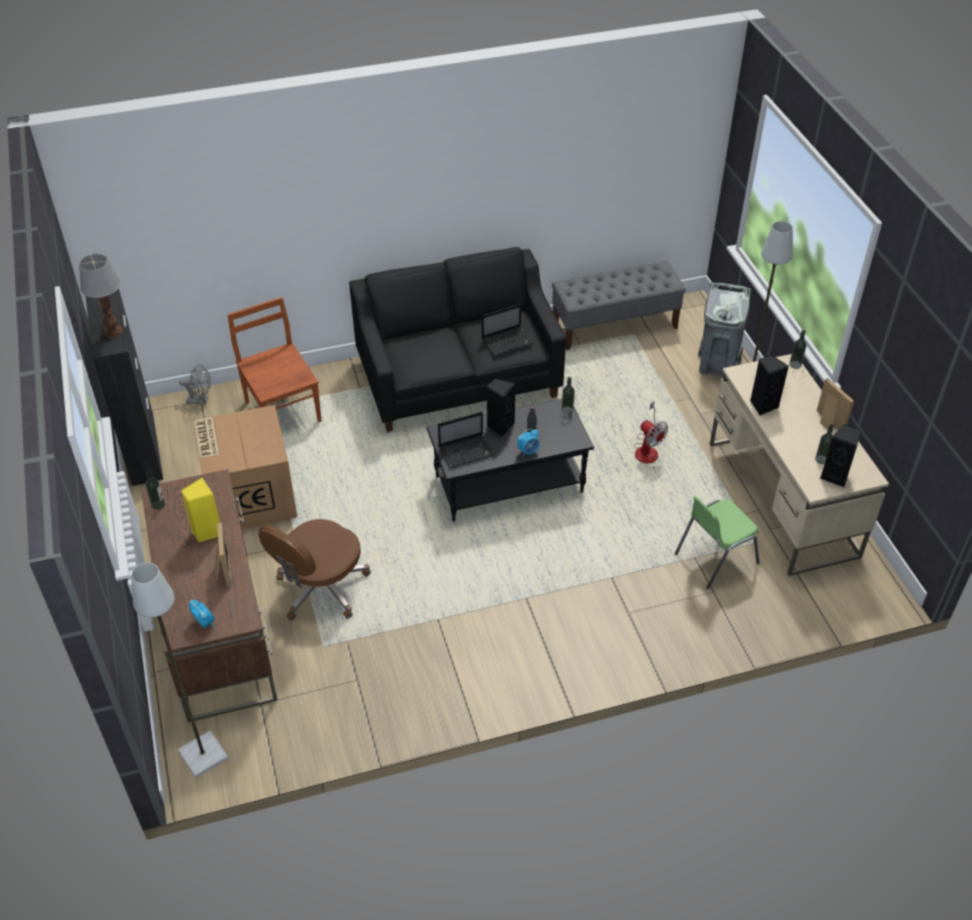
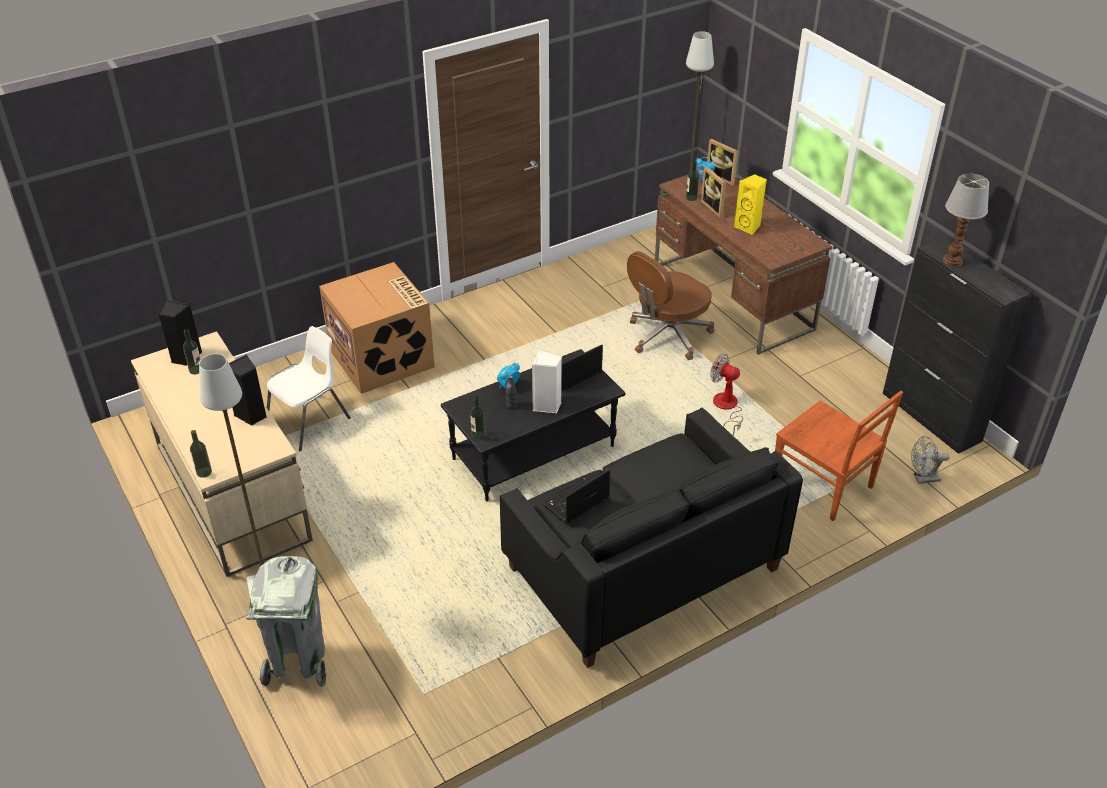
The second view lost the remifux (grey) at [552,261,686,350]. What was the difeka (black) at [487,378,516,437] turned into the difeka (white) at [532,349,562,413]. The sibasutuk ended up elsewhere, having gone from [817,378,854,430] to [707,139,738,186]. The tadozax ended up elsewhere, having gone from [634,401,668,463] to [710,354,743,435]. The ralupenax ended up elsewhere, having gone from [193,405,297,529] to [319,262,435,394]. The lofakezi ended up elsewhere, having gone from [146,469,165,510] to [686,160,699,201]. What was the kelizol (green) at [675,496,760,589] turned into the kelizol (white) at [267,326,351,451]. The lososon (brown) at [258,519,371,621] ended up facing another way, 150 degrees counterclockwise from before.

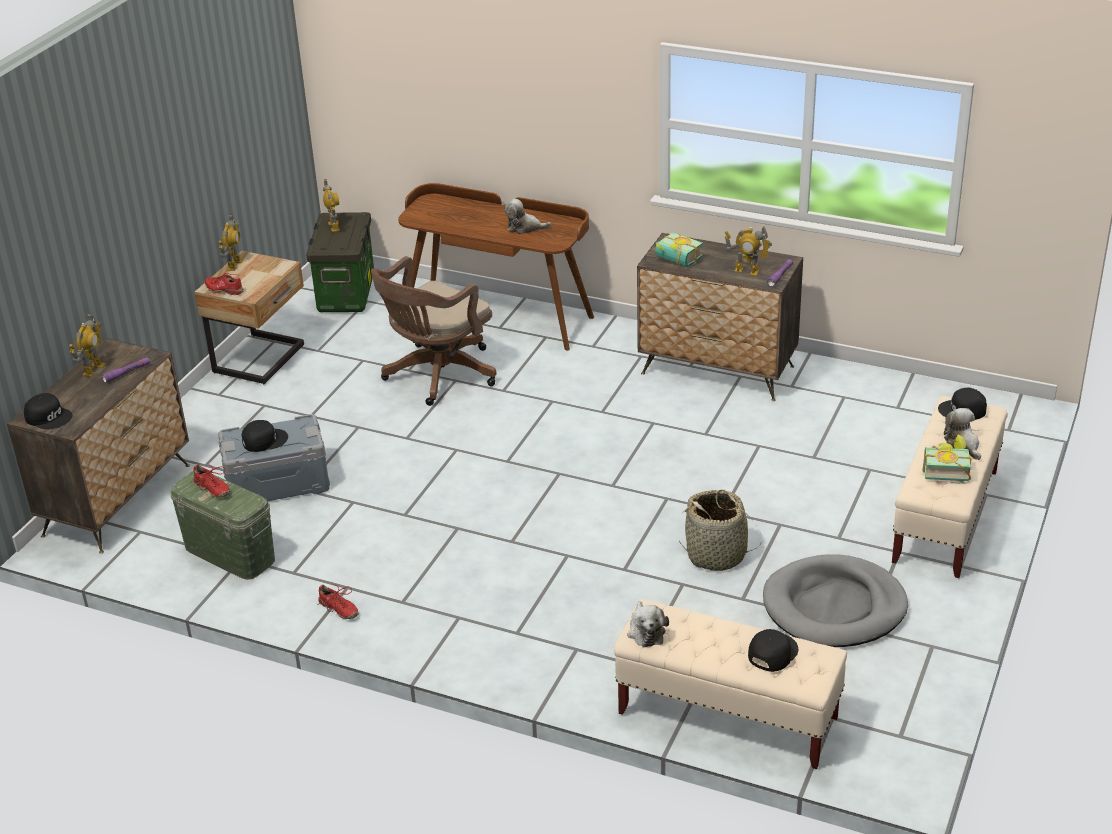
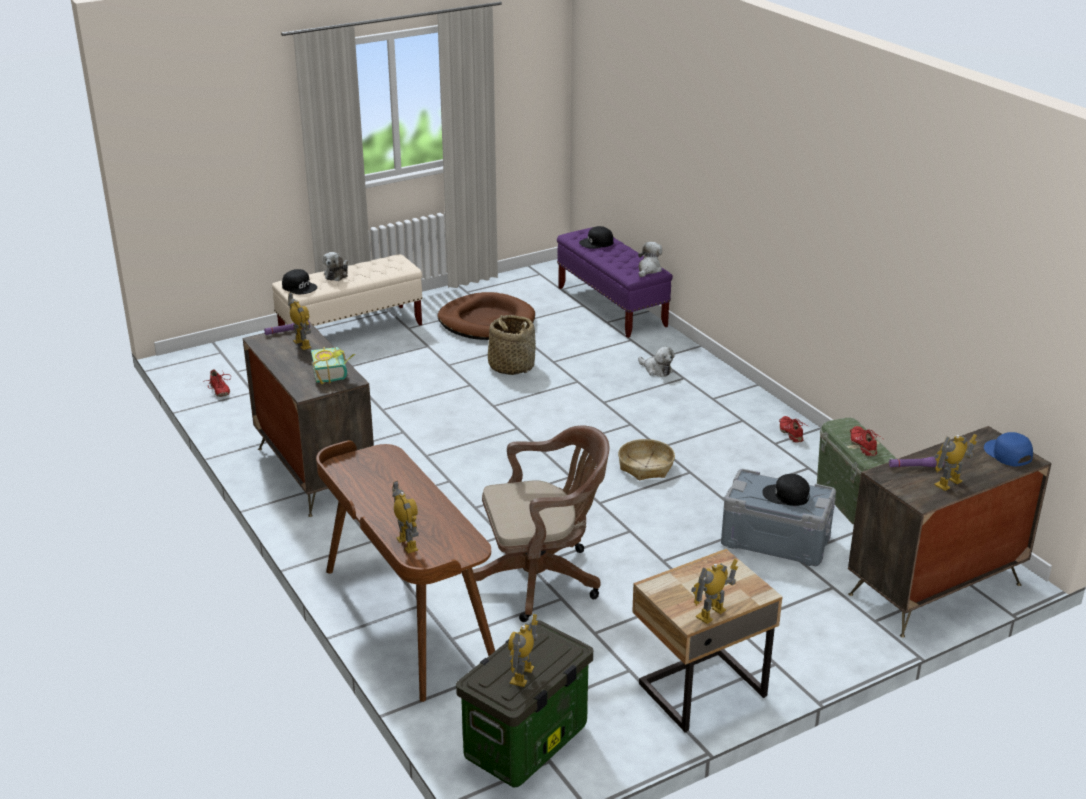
The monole ended up elsewhere, having gone from [504,199,551,235] to [638,346,675,377]. The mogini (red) ended up elsewhere, having gone from [205,273,244,295] to [203,369,231,397]. What was the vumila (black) at [24,393,72,430] turned into the vumila (blue) at [984,432,1033,466]. The second view lost the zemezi at [922,434,971,481]. What was the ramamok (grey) at [763,554,908,647] turned into the ramamok (brown) at [437,292,535,340]. What was the remifux (beige) at [614,599,847,769] turned into the remifux (purple) at [557,227,673,338]. The second view gained the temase at [618,439,675,480]. The second view gained the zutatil at [392,481,419,553].

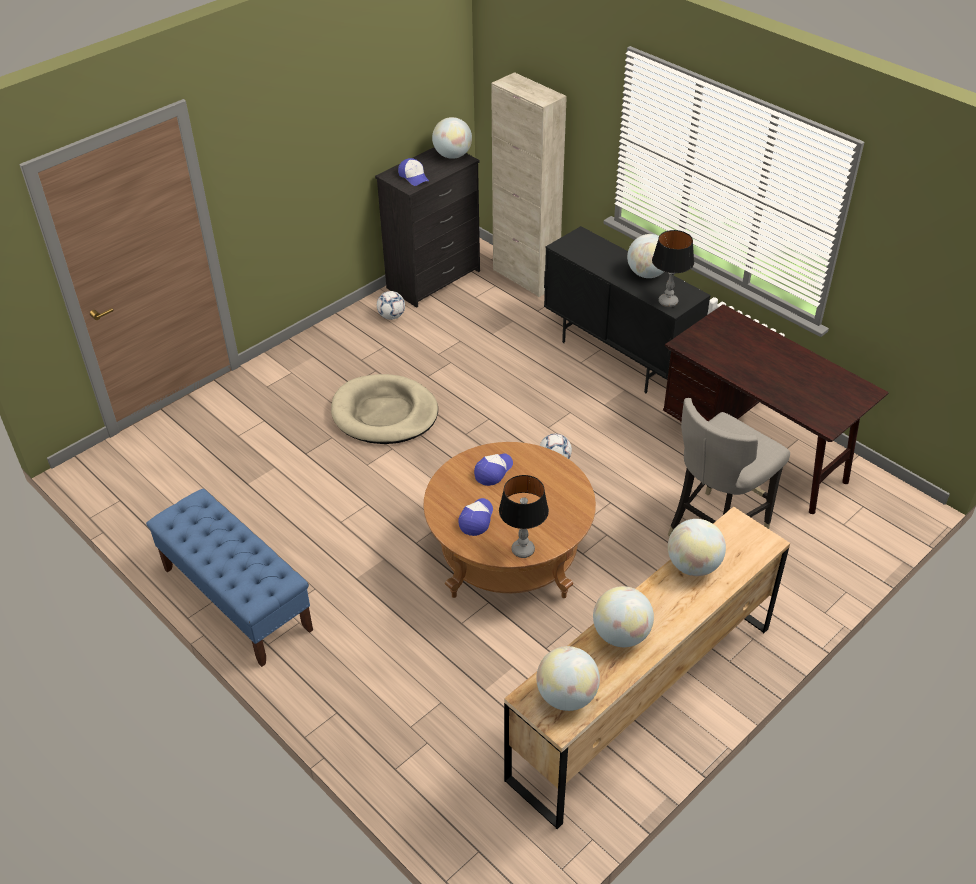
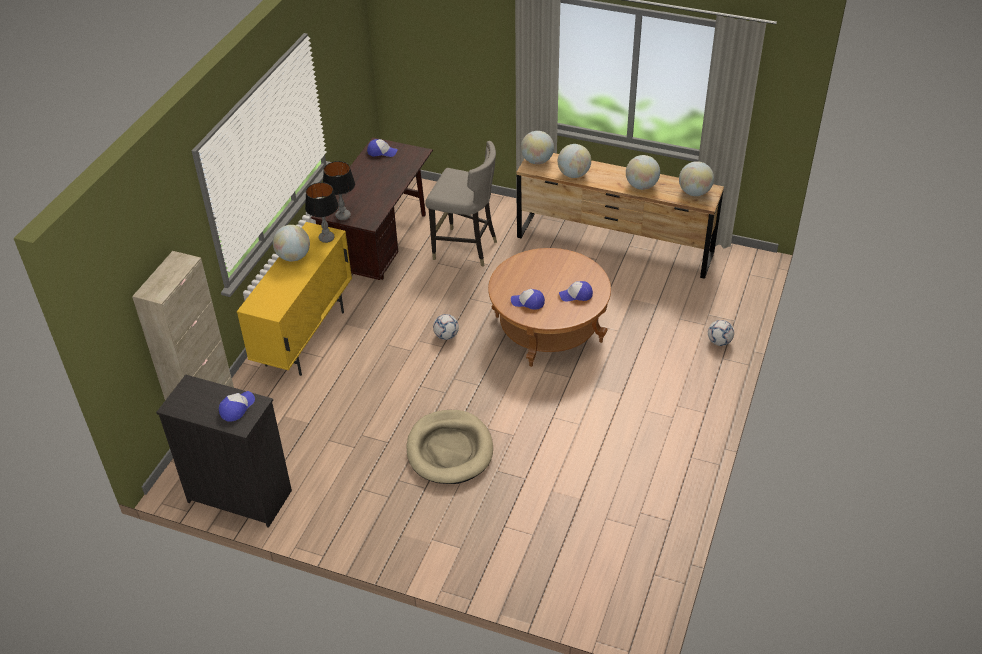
The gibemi ended up elsewhere, having gone from [432,117,472,159] to [521,131,554,164]. What was the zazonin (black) at [544,226,710,393] turned into the zazonin (yellow) at [237,222,352,376]. The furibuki ended up elsewhere, having gone from [377,291,405,320] to [708,320,734,346]. The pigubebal ended up elsewhere, having gone from [499,475,549,558] to [323,161,355,220]. The second view lost the remifux (blue) at [146,488,313,667]. The second view gained the vumila at [367,139,398,157].

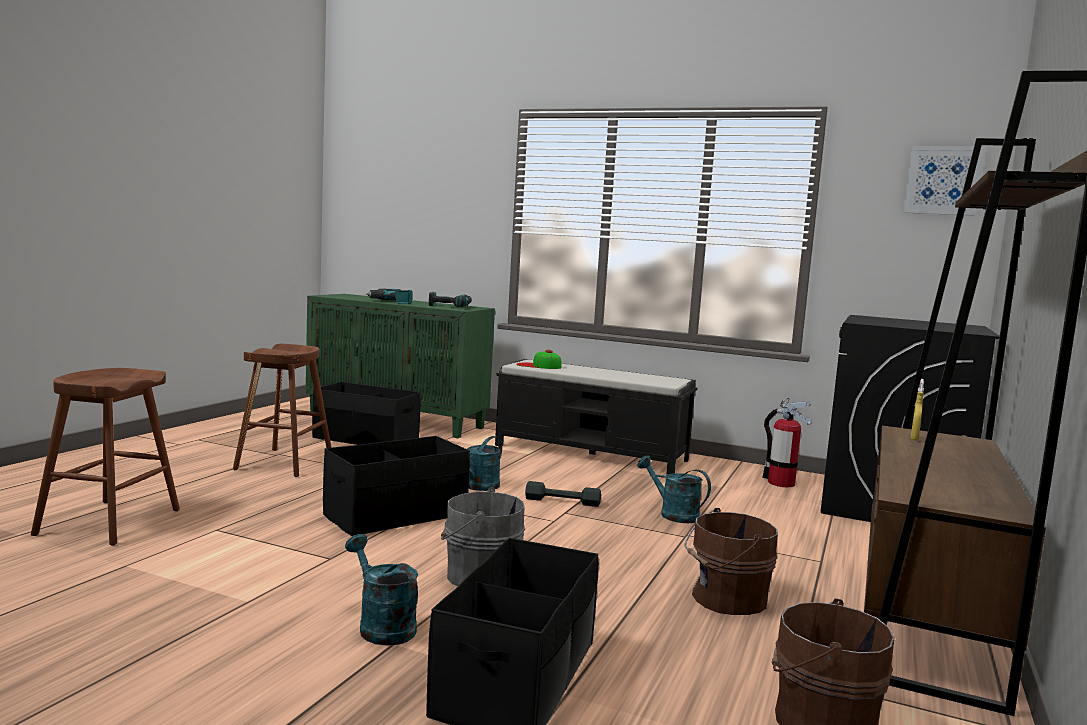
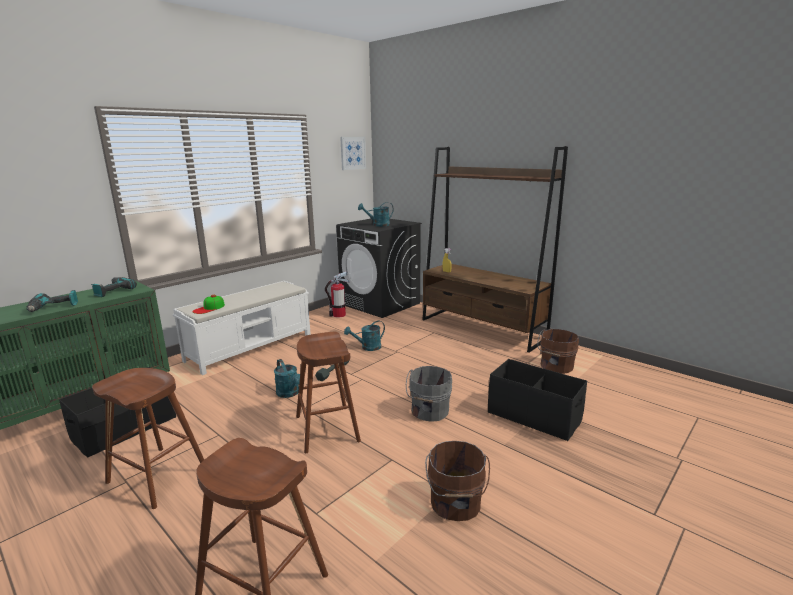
What was the remifux (black) at [495,359,697,475] turned into the remifux (white) at [172,281,311,375]. Where the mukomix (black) stood at [323,436,470,536], the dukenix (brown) came to stand at [296,332,361,453]. The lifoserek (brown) ended up elsewhere, having gone from [684,508,778,615] to [425,441,490,521]. The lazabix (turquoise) ended up elsewhere, having gone from [345,534,418,646] to [358,202,394,227].

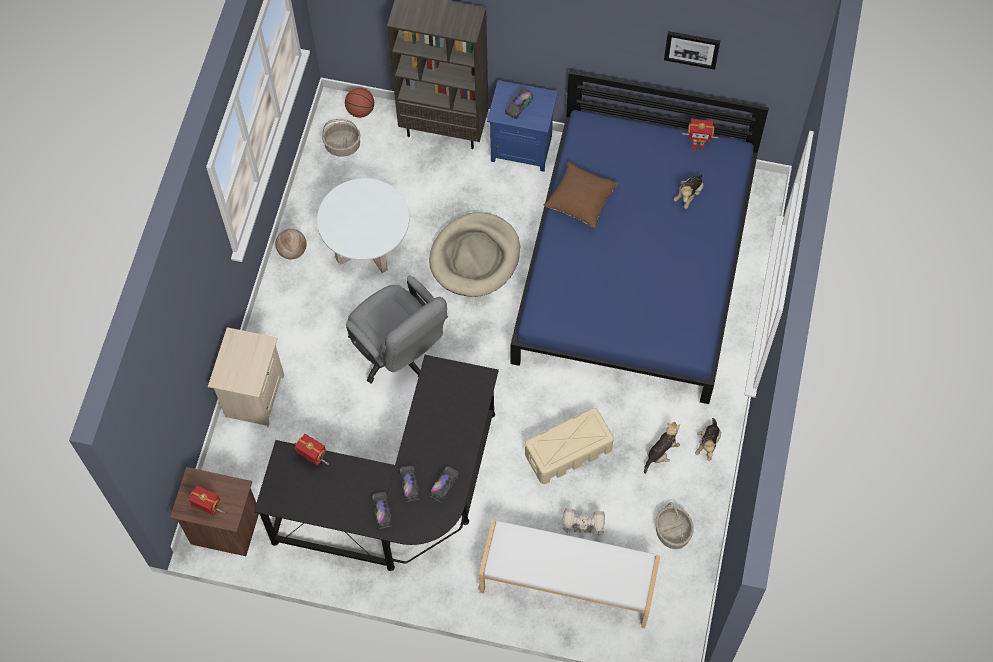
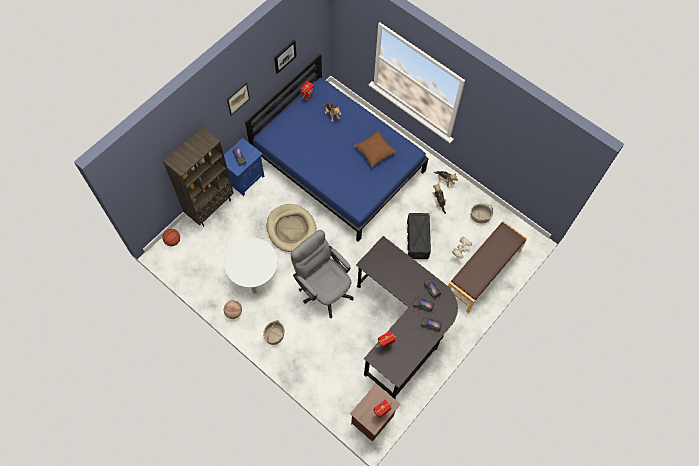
The temase ended up elsewhere, having gone from [322,119,361,157] to [263,320,285,345]. The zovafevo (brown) ended up elsewhere, having gone from [543,161,619,228] to [354,130,397,167]. The lososon (grey) at [346,276,448,383] ended up facing another way, 120 degrees counterclockwise from before. The second view lost the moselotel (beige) at [208,327,284,427]. What was the mukomix (beige) at [525,408,614,484] turned into the mukomix (black) at [407,213,431,259]. What was the remifux (white) at [479,520,660,628] turned into the remifux (brown) at [448,221,528,313]. The second view gained the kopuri at [227,83,250,116].

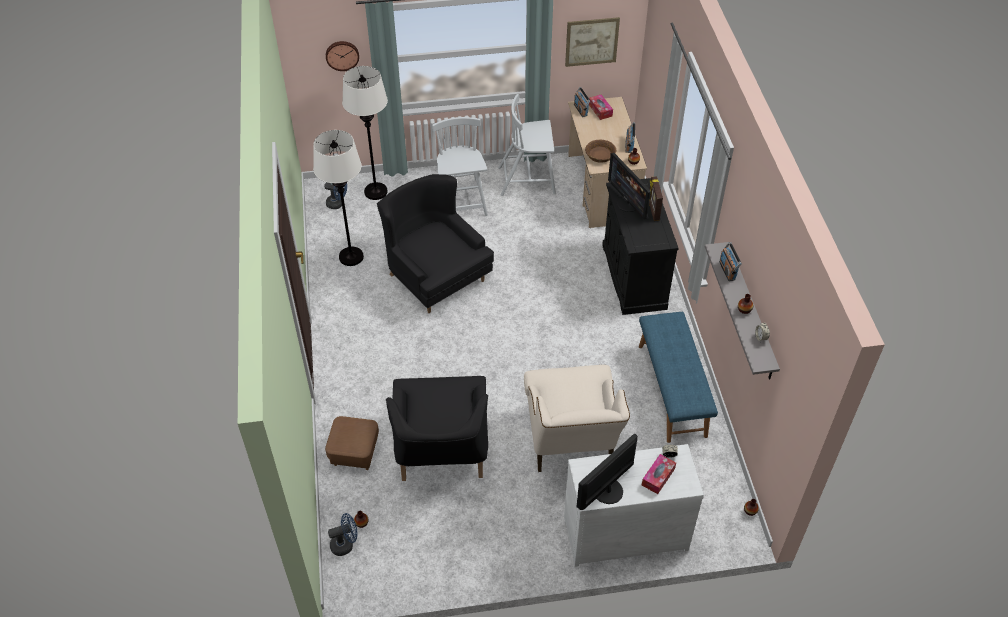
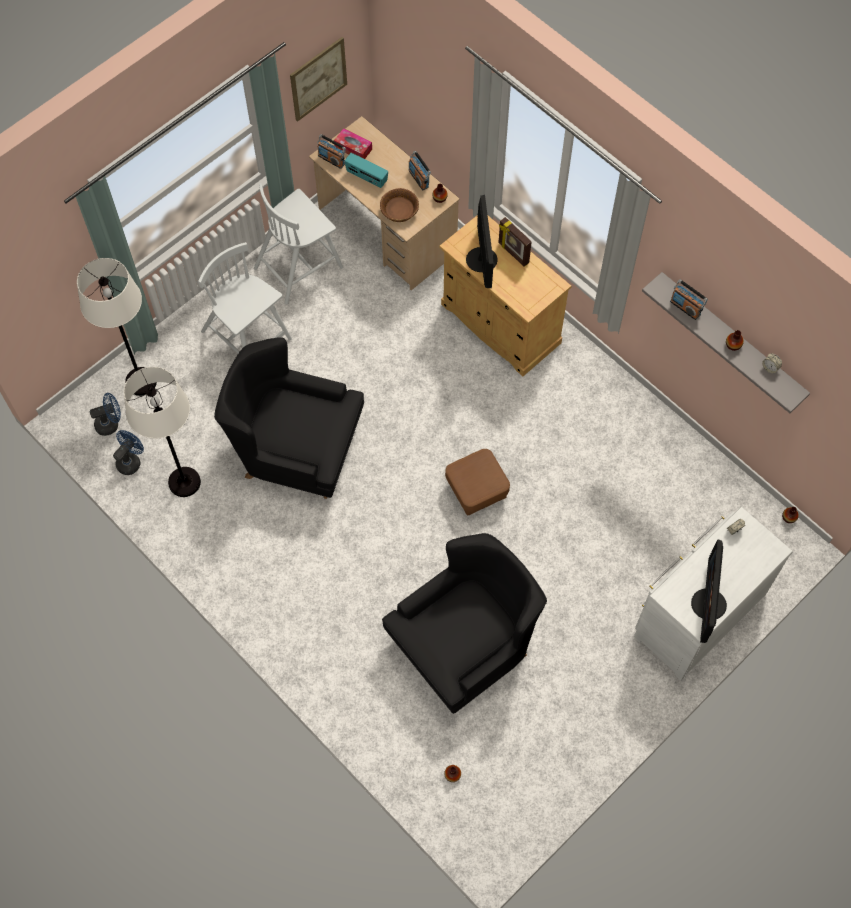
The second view lost the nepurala at [326,41,359,71]. The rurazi at [608,153,651,219] ended up facing another way, 120 degrees counterclockwise from before. What was the zazonin (black) at [602,178,679,315] turned into the zazonin (beige) at [439,216,571,376]. The second view lost the remifux (blue) at [639,312,718,443]. The second view lost the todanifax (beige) at [524,365,630,472]. The todanifax (black) at [386,376,488,481] ended up facing another way, 90 degrees counterclockwise from before. The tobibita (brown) ended up elsewhere, having gone from [325,416,379,470] to [445,449,510,515]. The second view lost the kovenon at [642,454,676,494]. The tadozax (blue) ended up elsewhere, having gone from [328,513,358,556] to [113,430,144,475]. The second view gained the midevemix at [345,153,388,188].

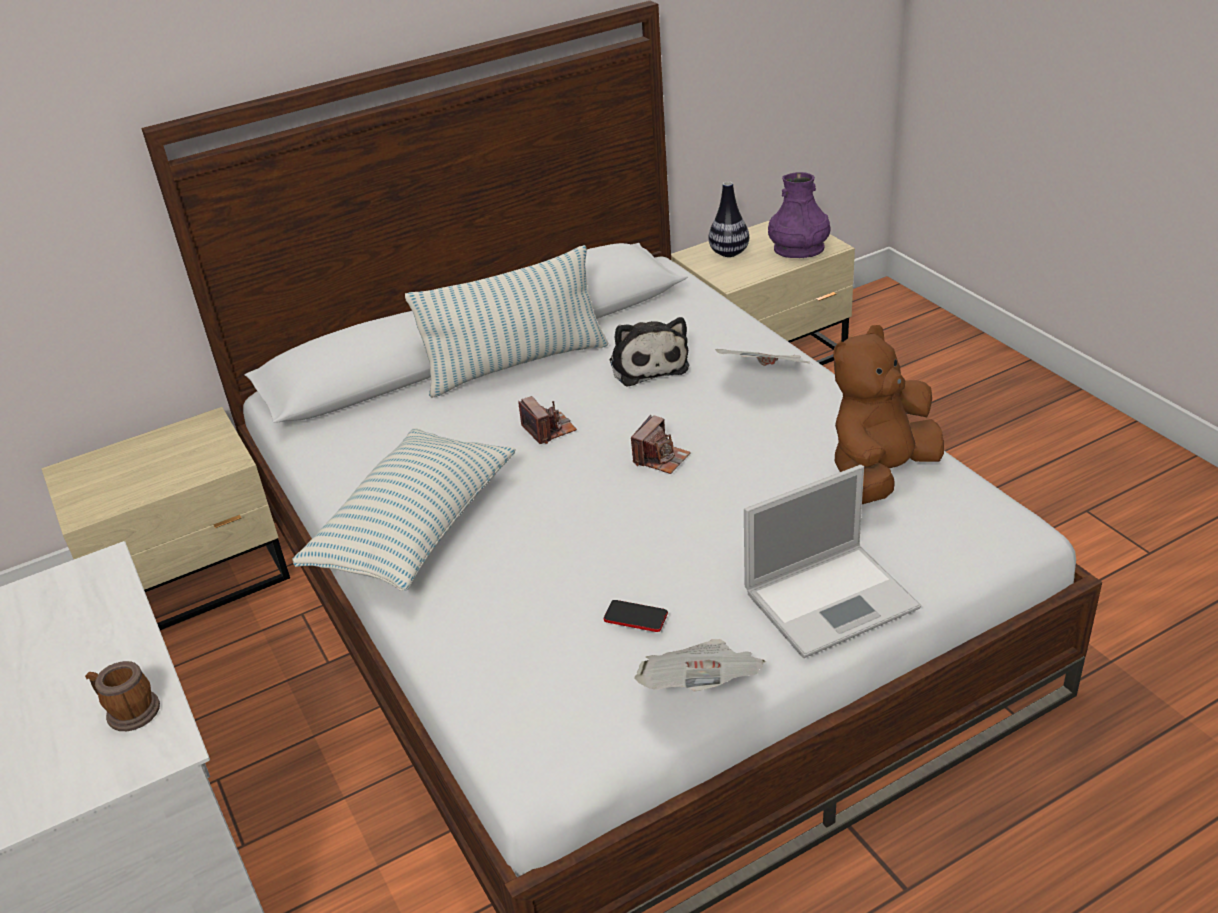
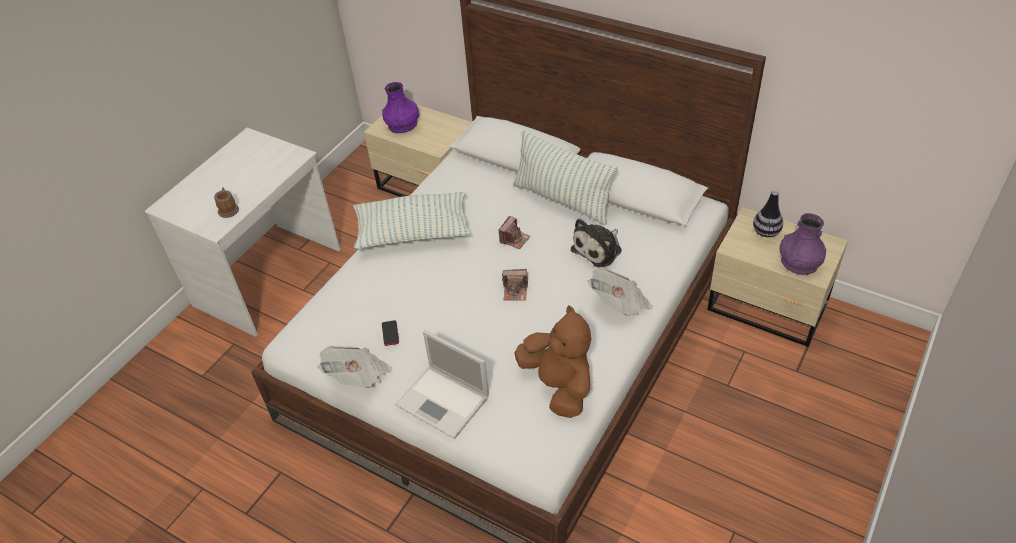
The monole (brown) at [833,325,944,504] ended up facing another way, 45 degrees clockwise from before. The second view gained the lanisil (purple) at [382,82,419,133].

